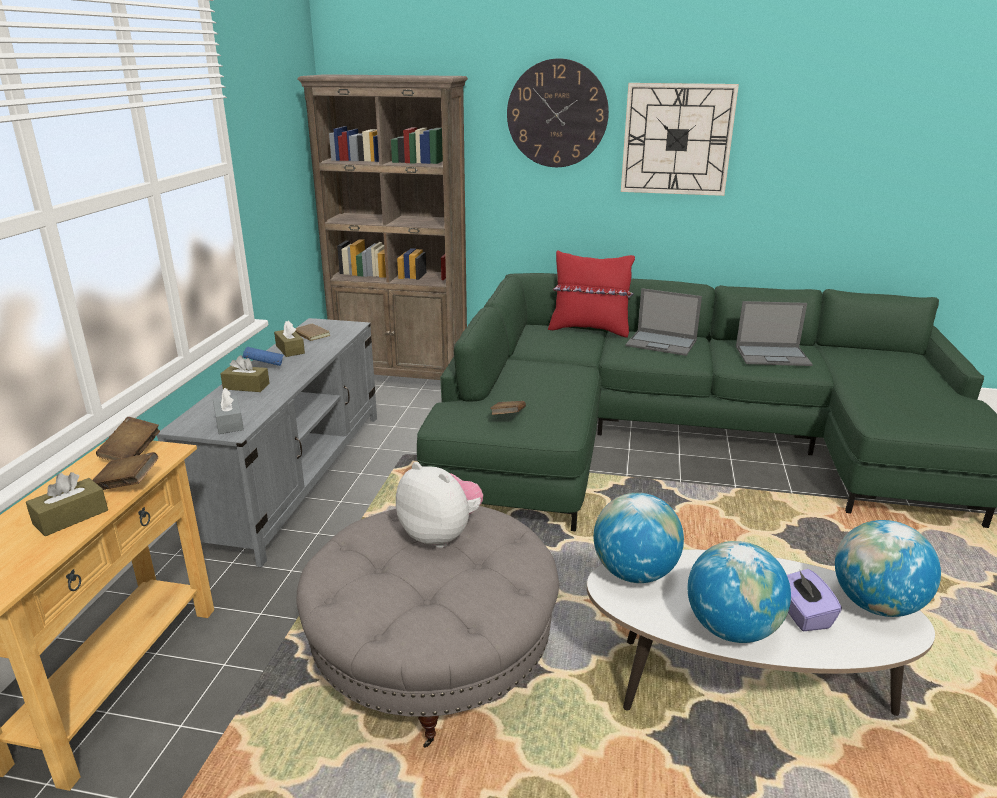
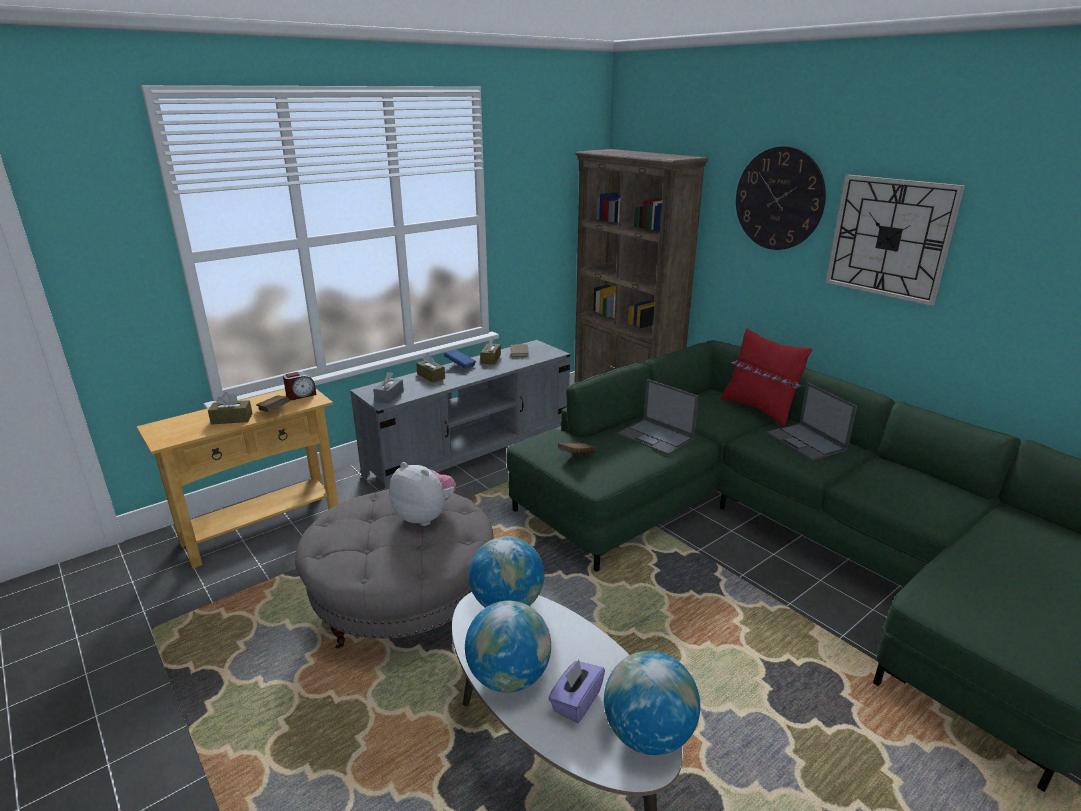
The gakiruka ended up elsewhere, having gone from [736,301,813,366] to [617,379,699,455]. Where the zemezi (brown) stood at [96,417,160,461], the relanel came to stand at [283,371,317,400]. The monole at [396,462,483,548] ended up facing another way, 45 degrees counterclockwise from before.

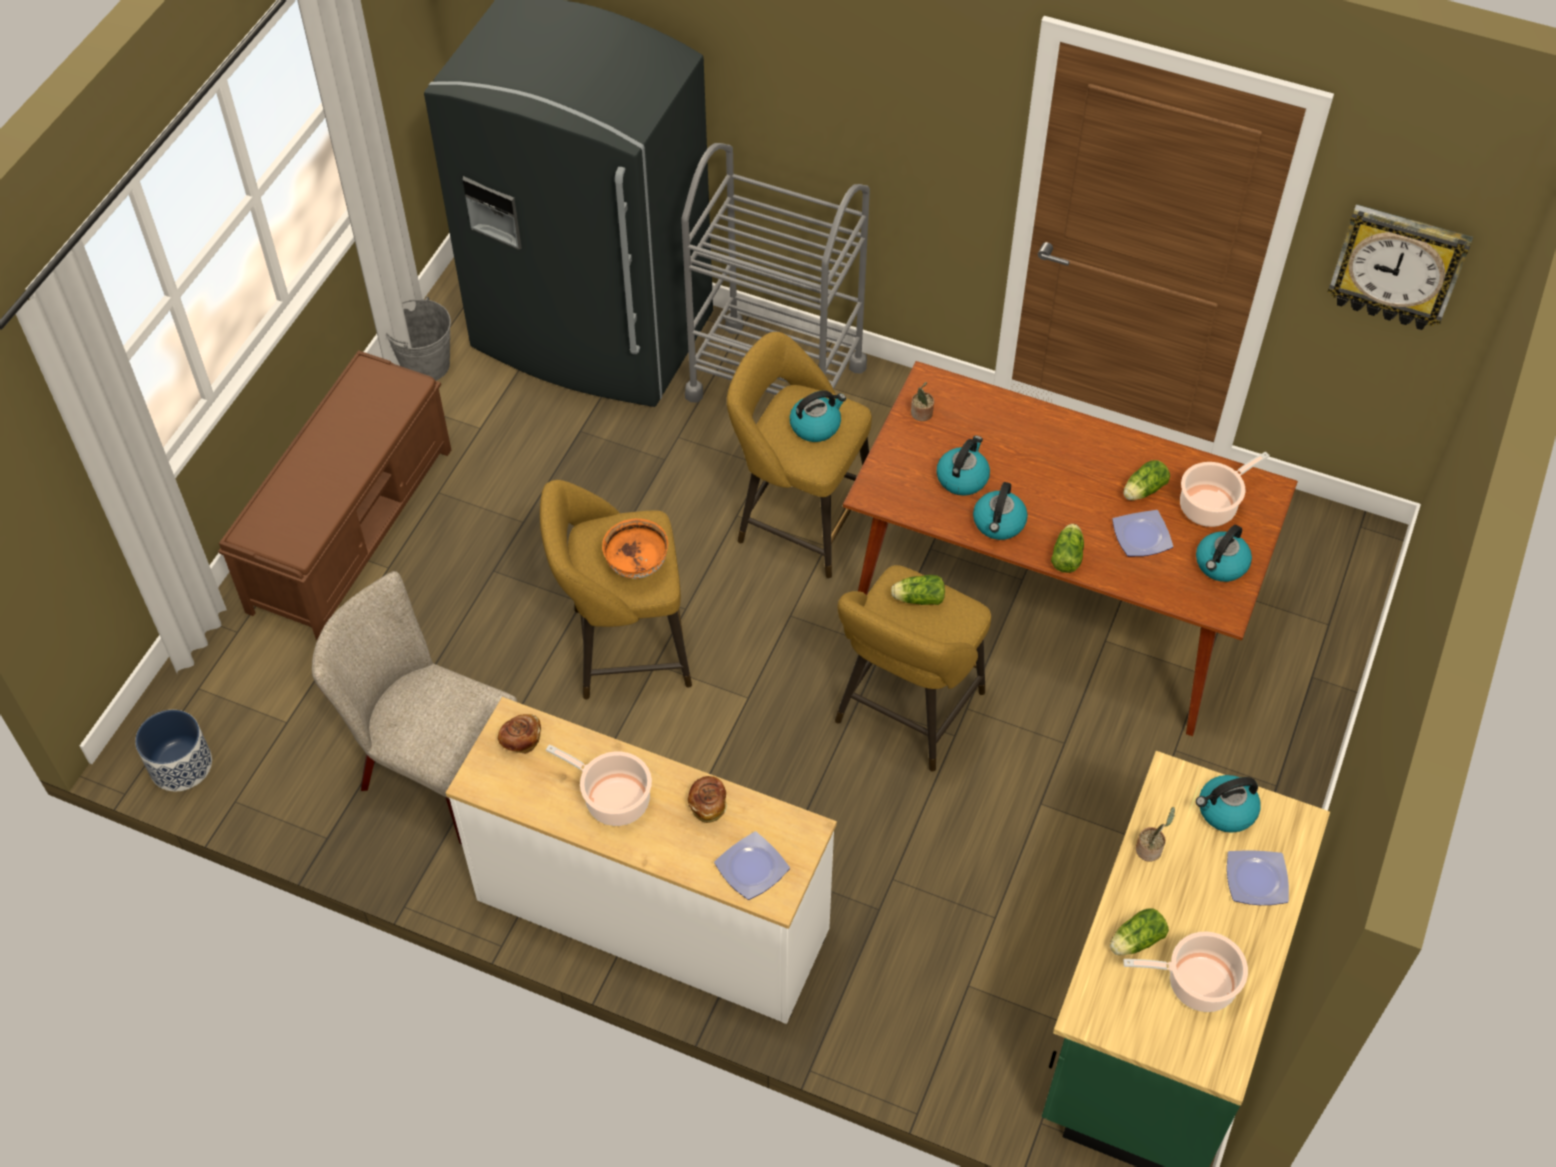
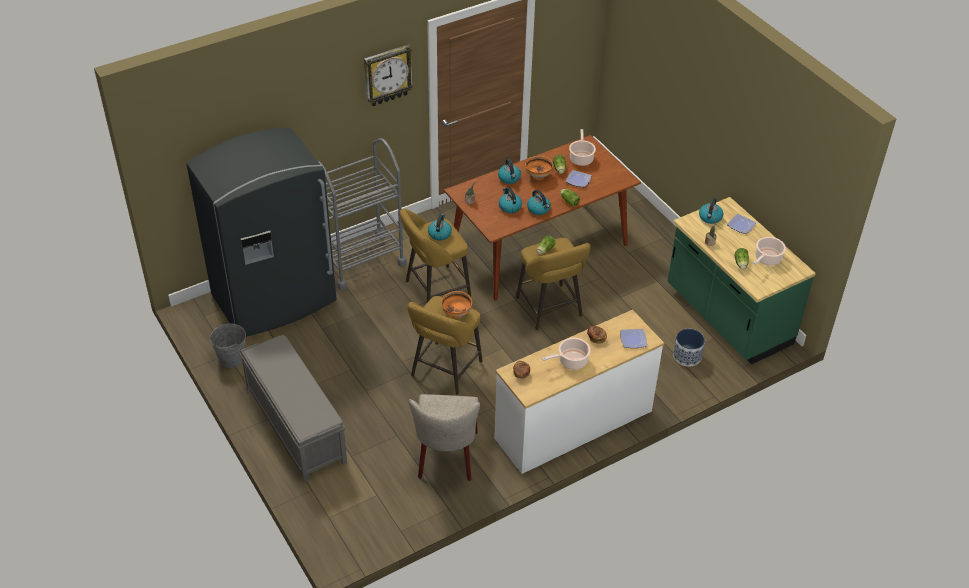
The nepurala ended up elsewhere, having gone from [1328,204,1473,330] to [364,44,413,106]. What was the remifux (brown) at [218,350,451,640] turned into the remifux (grey) at [239,335,347,483]. The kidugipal ended up elsewhere, having gone from [1196,525,1252,582] to [498,159,521,184]. The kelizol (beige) at [312,571,517,844] ended up facing another way, 60 degrees counterclockwise from before. The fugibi ended up elsewhere, having gone from [135,710,212,792] to [673,329,705,367]. The second view gained the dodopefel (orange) at [525,156,553,180].

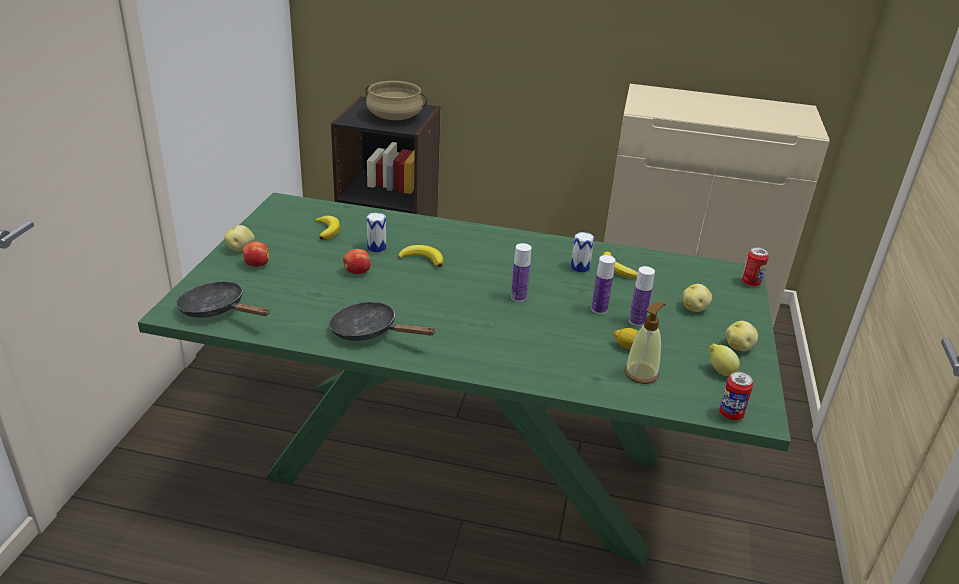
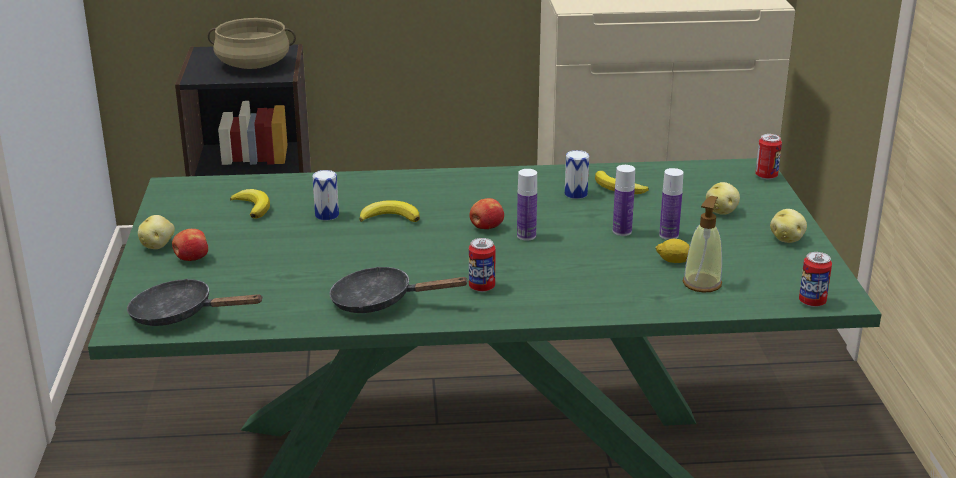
The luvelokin ended up elsewhere, having gone from [343,249,371,274] to [470,198,504,229]. The second view lost the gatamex at [709,343,740,376]. The second view gained the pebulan at [469,238,495,292].

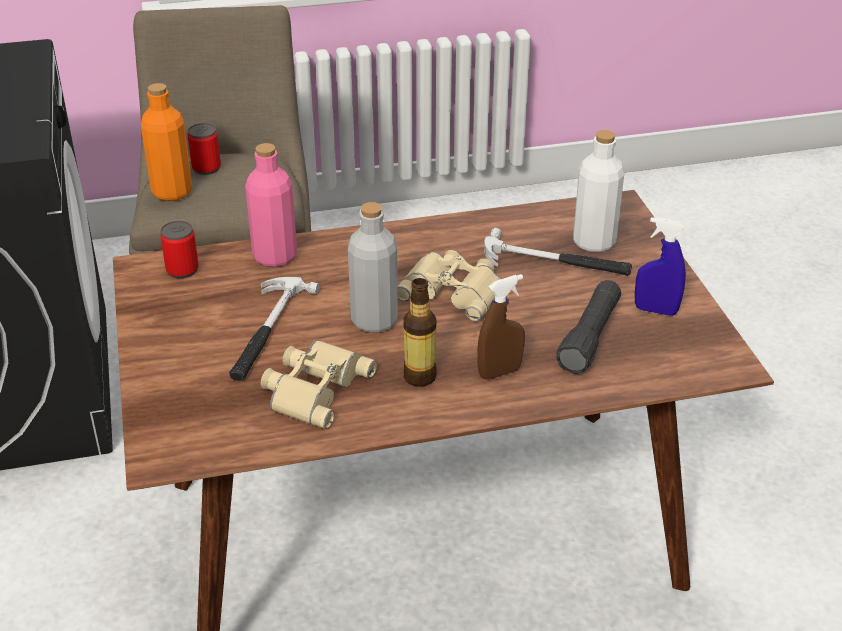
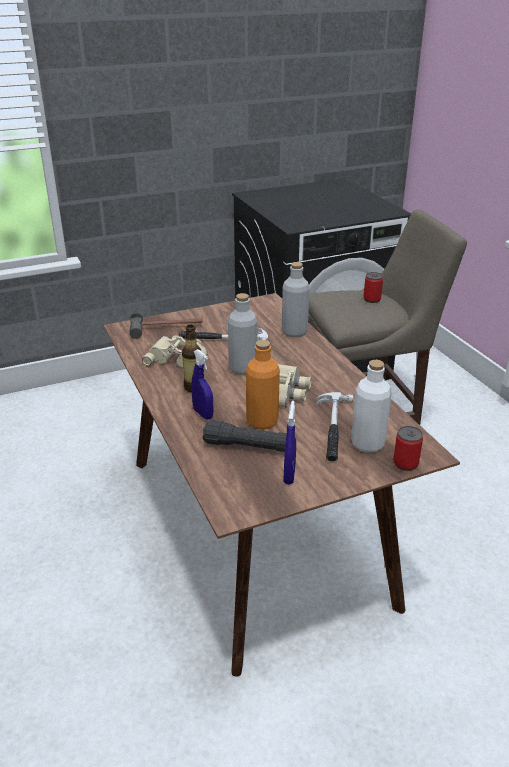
The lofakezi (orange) ended up elsewhere, having gone from [141,83,192,201] to [246,340,280,430]. What was the lofakezi (pink) at [245,143,297,267] turned into the lofakezi (grey) at [282,262,310,337]. The pebulan ended up elsewhere, having gone from [160,221,199,279] to [393,426,423,471]. What was the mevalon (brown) at [477,274,525,380] turned into the mevalon (blue) at [191,349,213,420]. The second view gained the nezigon at [130,313,203,339].

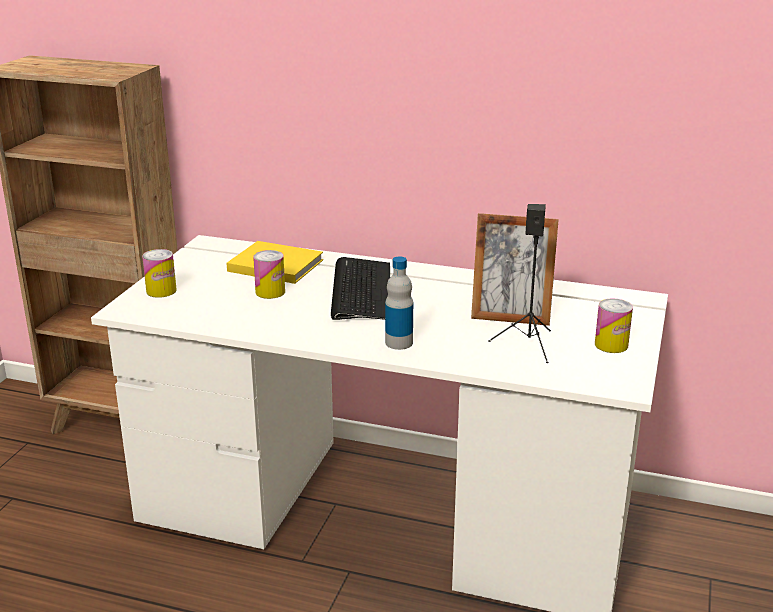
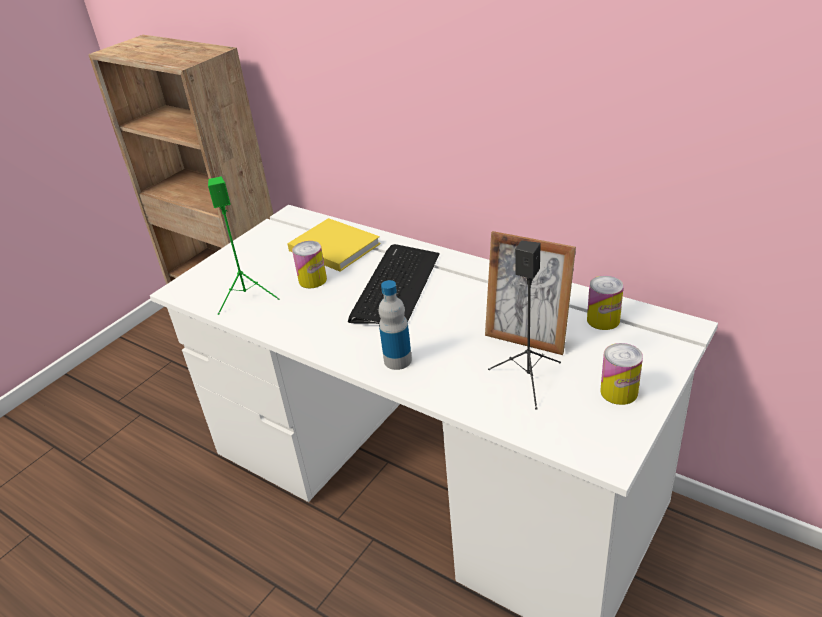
The pebulan ended up elsewhere, having gone from [142,249,177,298] to [587,276,624,330]. The second view gained the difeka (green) at [208,177,279,315].

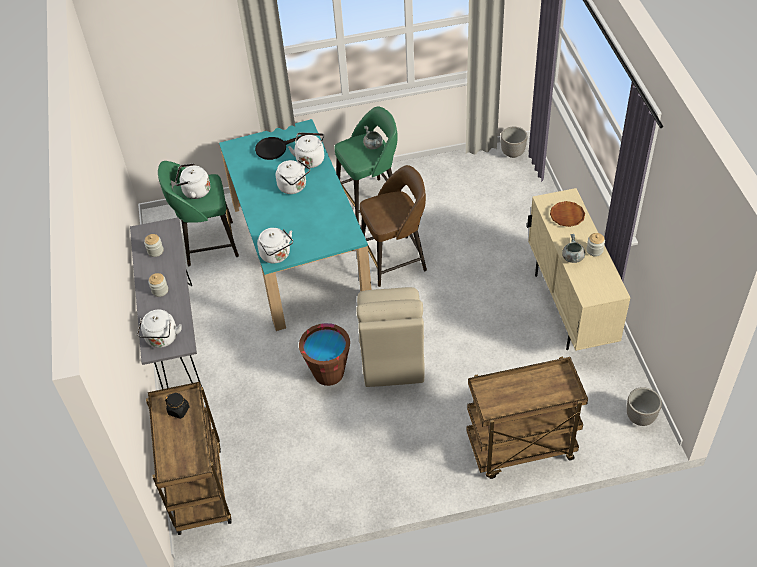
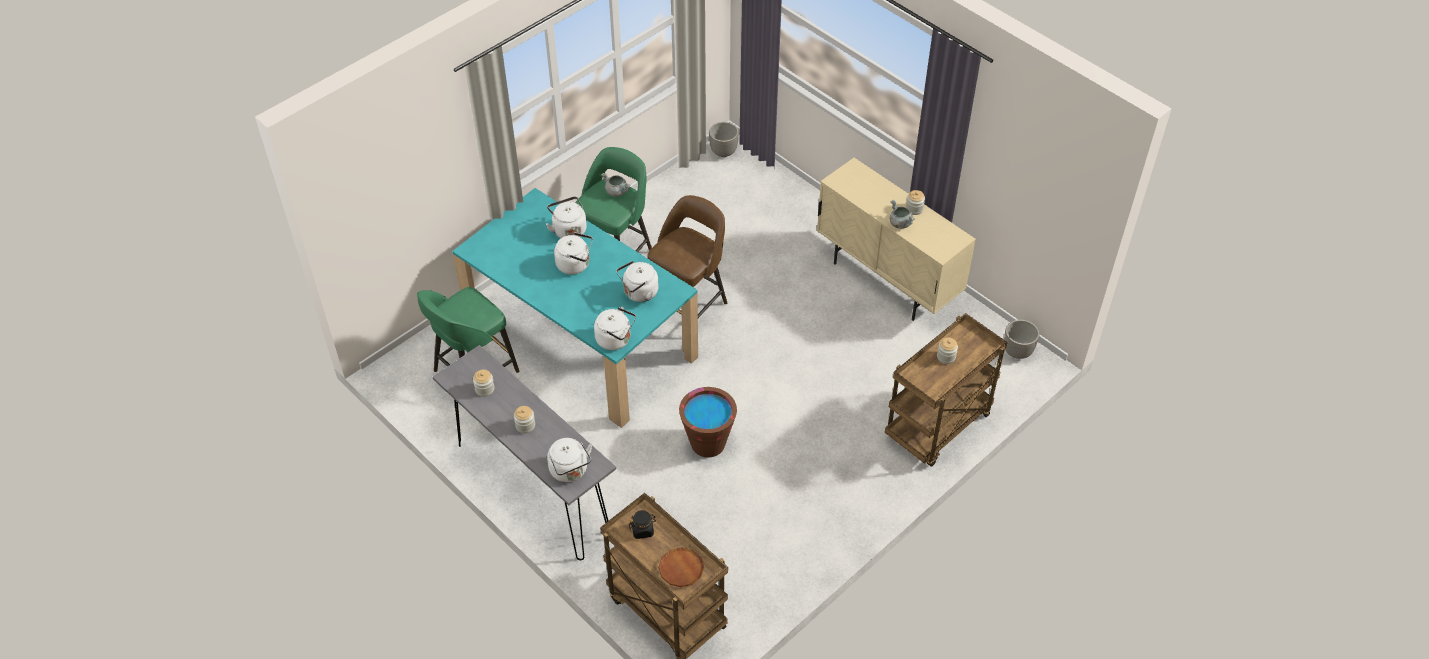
The second view lost the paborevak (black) at [255,135,305,160]. The kidugipal (white) ended up elsewhere, having gone from [175,163,210,199] to [616,261,659,302]. The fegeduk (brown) ended up elsewhere, having gone from [550,201,585,227] to [658,547,704,587]. The second view lost the kelizol (beige) at [356,287,425,387]. The second view gained the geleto at [937,337,958,364].

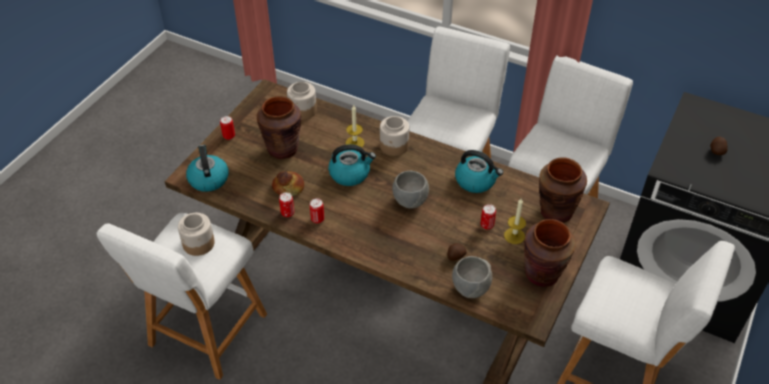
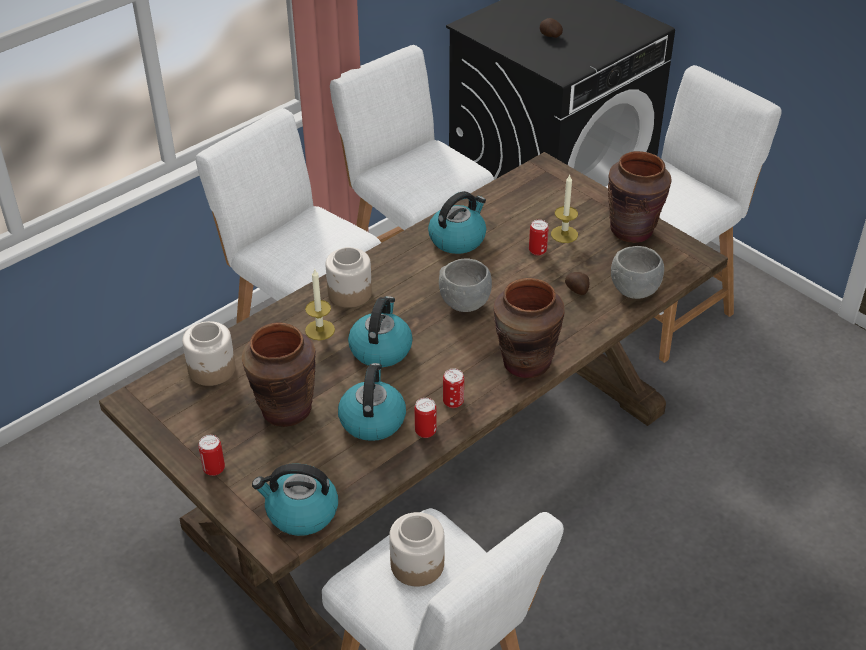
The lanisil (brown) ended up elsewhere, having gone from [539,157,587,223] to [494,278,565,378]. Where the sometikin stood at [272,171,304,196], the kidugipal came to stand at [338,363,406,441].

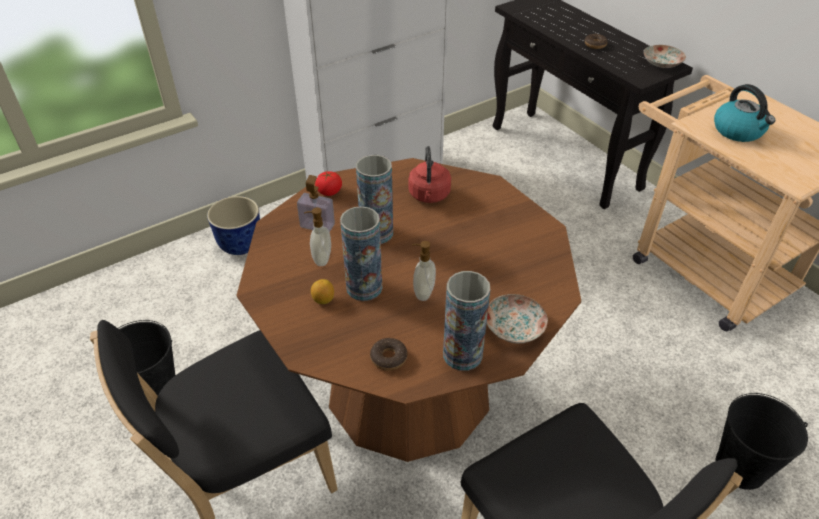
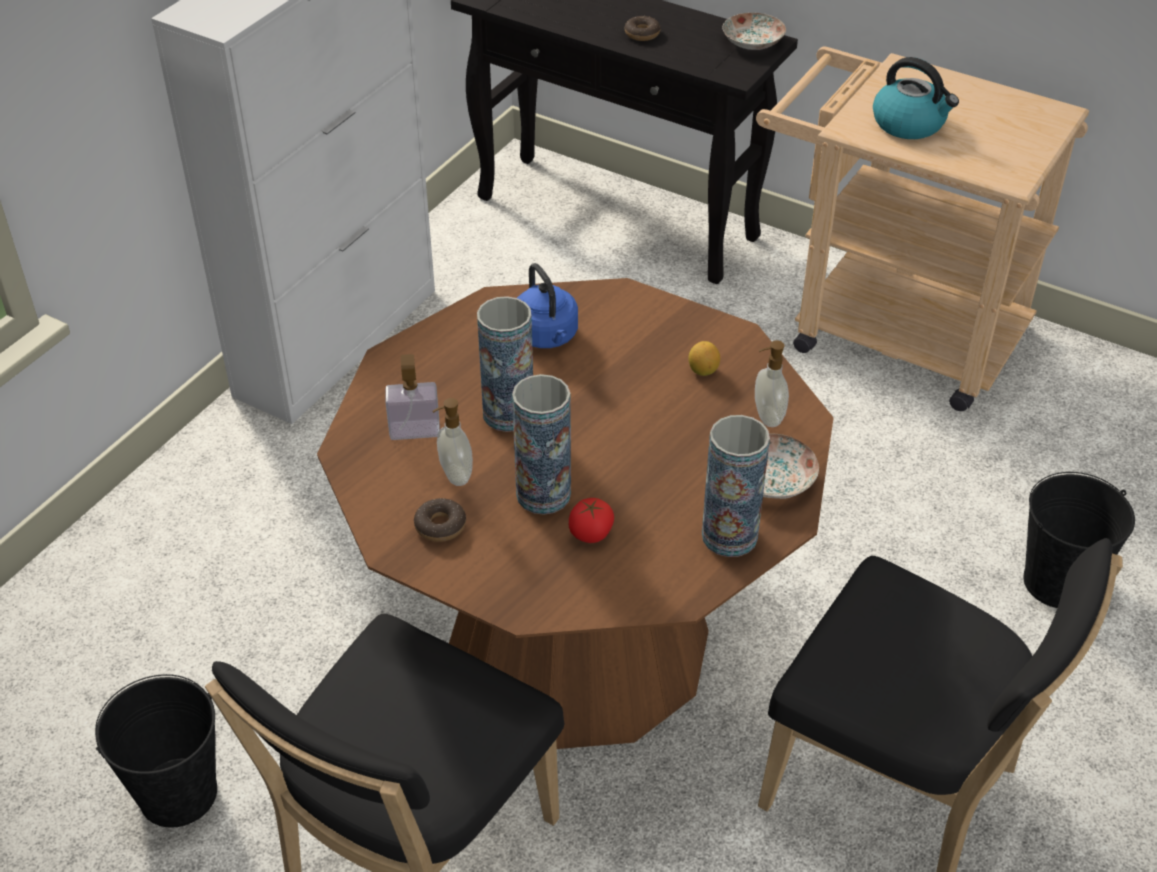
What was the kidugipal (red) at [408,146,451,203] turned into the kidugipal (blue) at [517,263,578,348]. The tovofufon ended up elsewhere, having gone from [315,171,342,196] to [569,498,614,543]. The second view lost the fugibi at [207,196,260,255]. The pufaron ended up elsewhere, having gone from [412,241,436,301] to [755,340,789,427]. The gatamex ended up elsewhere, having gone from [311,279,334,304] to [688,341,720,376]. The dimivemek ended up elsewhere, having gone from [370,338,407,371] to [414,498,466,542].

